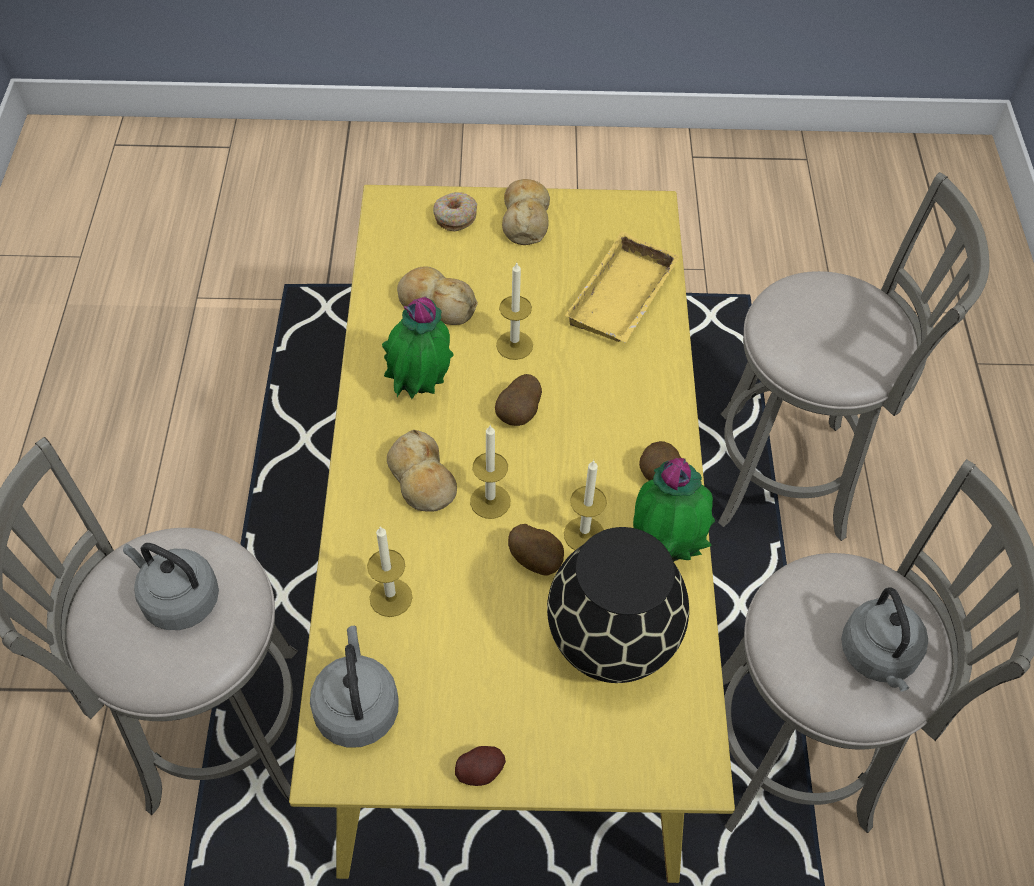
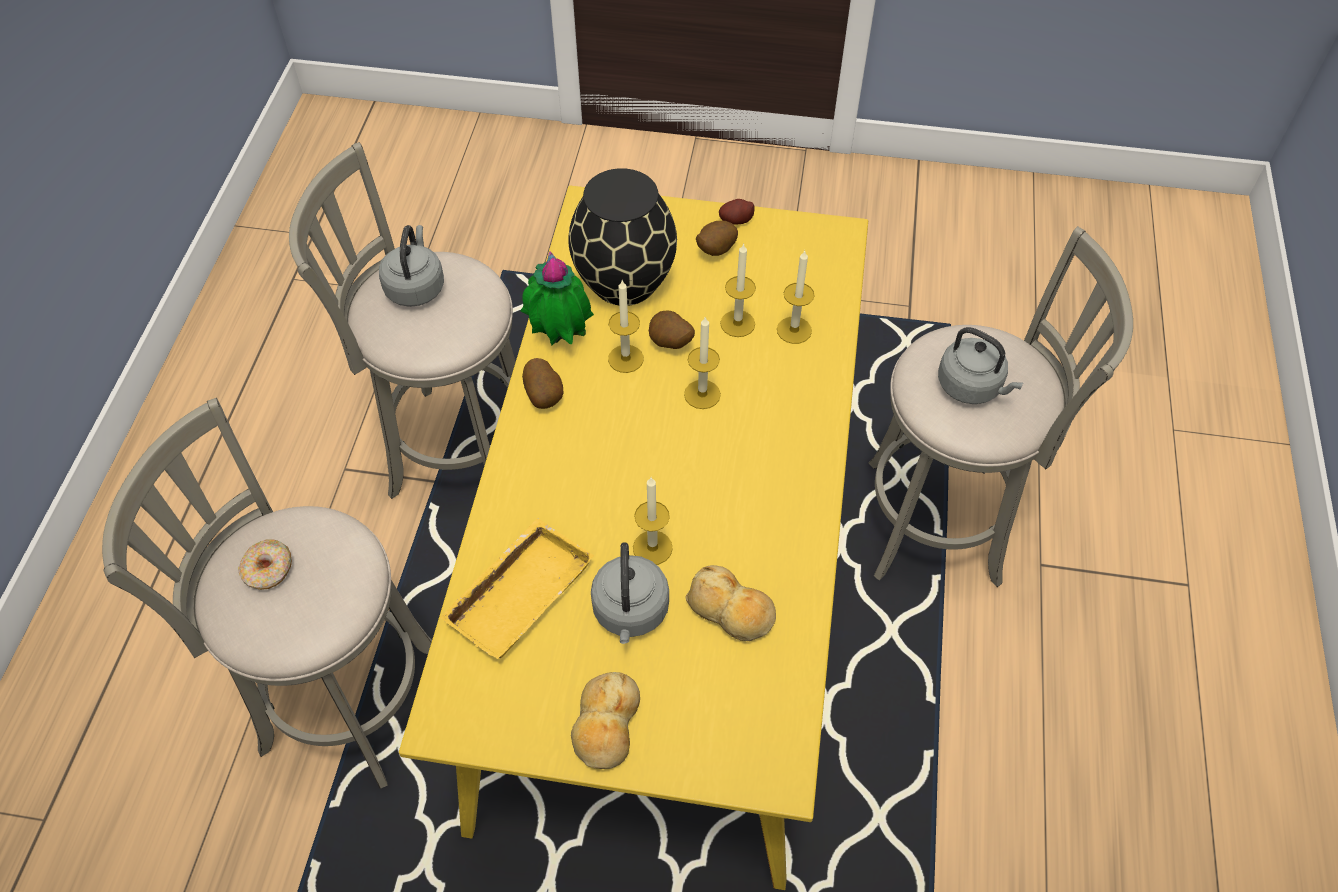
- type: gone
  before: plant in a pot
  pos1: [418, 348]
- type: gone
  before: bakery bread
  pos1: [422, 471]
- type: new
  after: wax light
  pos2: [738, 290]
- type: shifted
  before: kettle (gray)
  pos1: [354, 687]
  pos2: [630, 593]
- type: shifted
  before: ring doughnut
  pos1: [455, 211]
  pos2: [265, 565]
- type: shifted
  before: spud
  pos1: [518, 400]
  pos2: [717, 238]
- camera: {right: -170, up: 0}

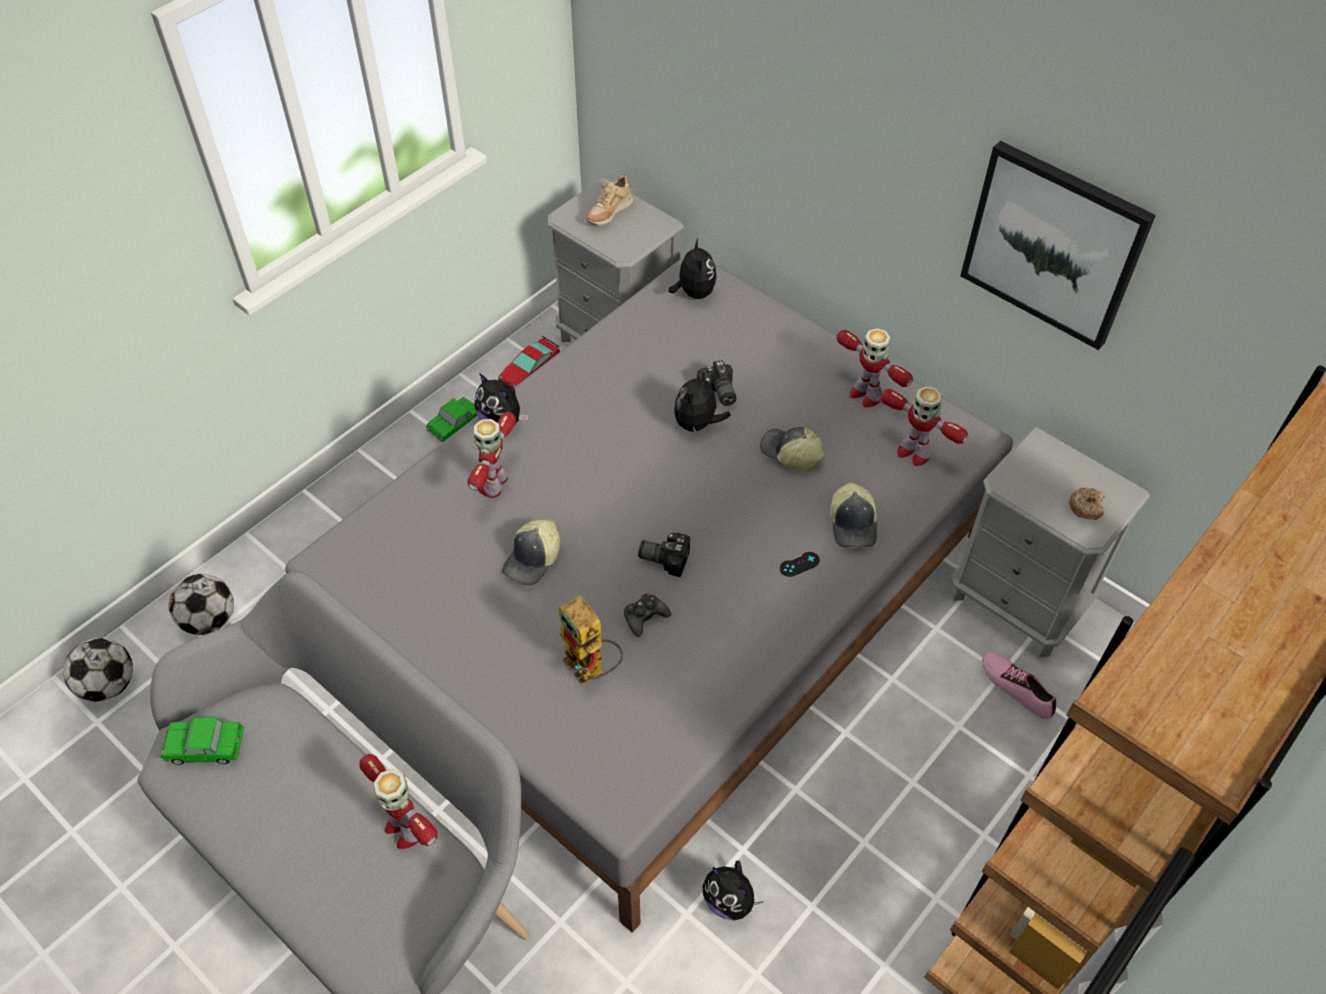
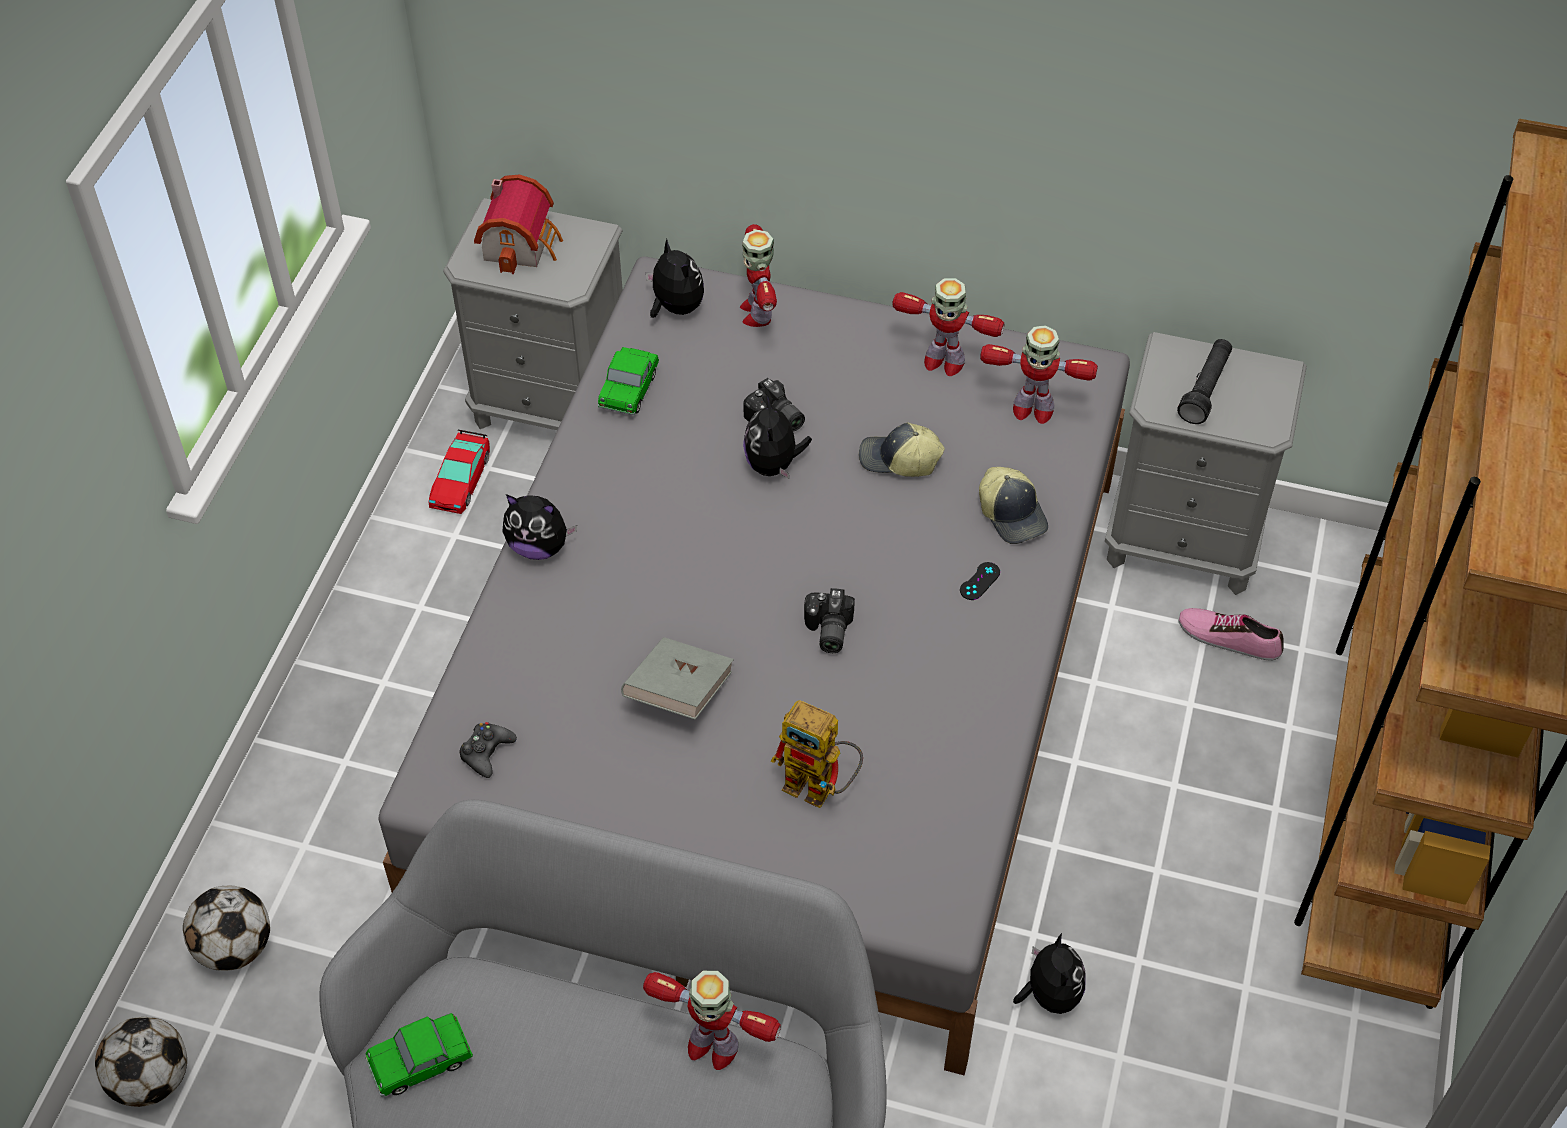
- type: gone
  before: wall picture
  pos1: [1058, 245]
- type: gone
  before: ring doughnut
  pos1: [1087, 504]
- type: new
  after: torch (black)
  pos2: [1204, 381]
- type: shifted
  before: toy car
  pos1: [452, 420]
  pos2: [628, 381]
- type: shifted
  before: toy robot
  pos1: [491, 455]
  pos2: [758, 275]
- type: shifted
  before: game controller (black)
  pos1: [647, 615]
  pos2: [488, 750]
- type: swapped
  before: cap
  after: bound book (gray)
  pos1: [531, 552]
  pos2: [677, 678]
- type: swapped
  before: item of footwear (beige)
  after: model house
  pos1: [610, 199]
  pos2: [518, 224]
- type: rotated
  before: still camera
  pos1: [664, 555]
  pos2: [829, 620]
  turn: -75
- type: rotated
  before: soft toy
  pos1: [733, 891]
  pos2: [1049, 973]
  turn: -105
- camera: {right: -25, up: 0}

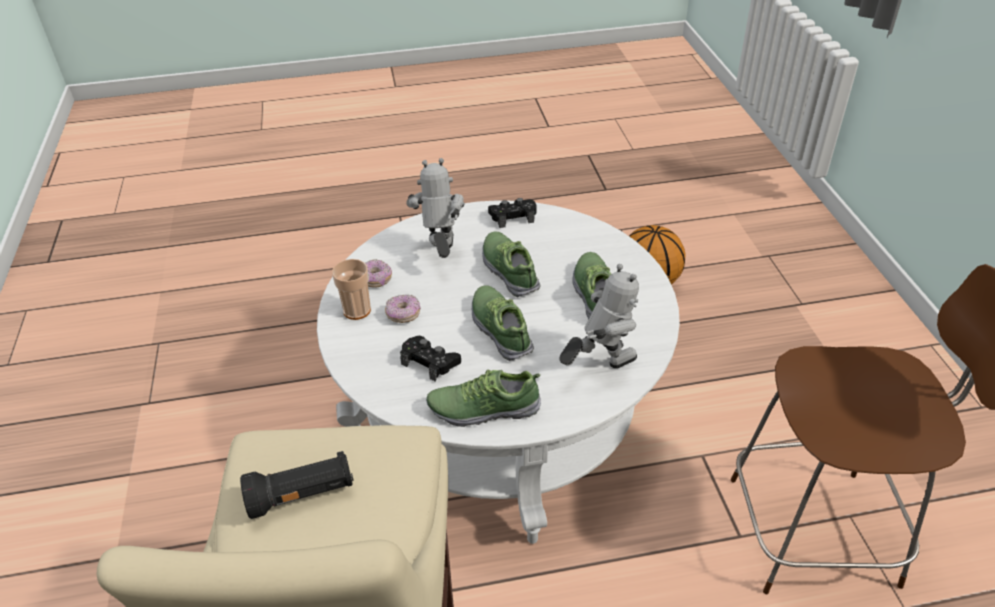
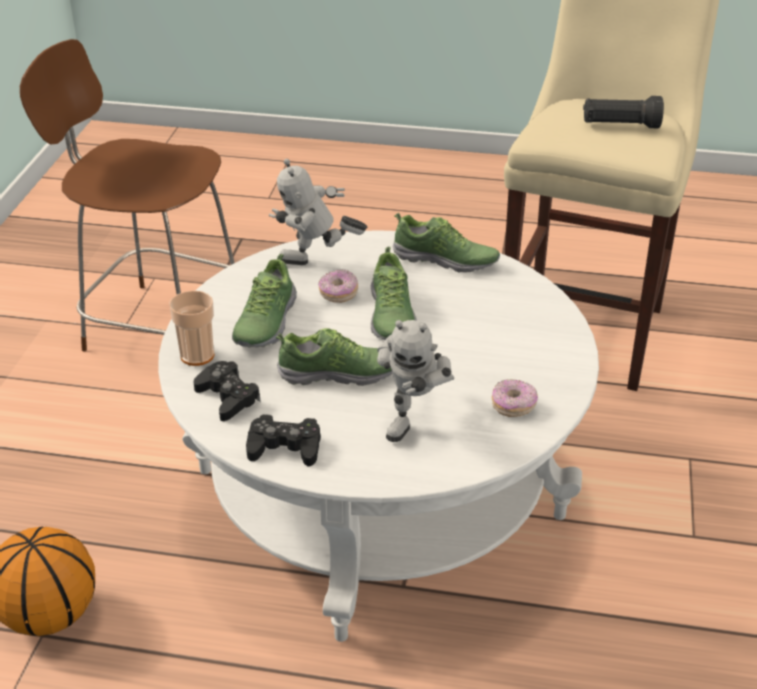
- type: shifted
  before: drinking cup
  pos1: [351, 289]
  pos2: [191, 328]
- type: shifted
  before: ring doughnut
  pos1: [403, 308]
  pos2: [338, 286]
- type: shifted
  before: game controller (black)
  pos1: [430, 359]
  pos2: [227, 391]
- type: rotated
  before: item of footwear
  pos1: [511, 264]
  pos2: [334, 357]
  turn: -90
- camera: {right: -160, up: -5}

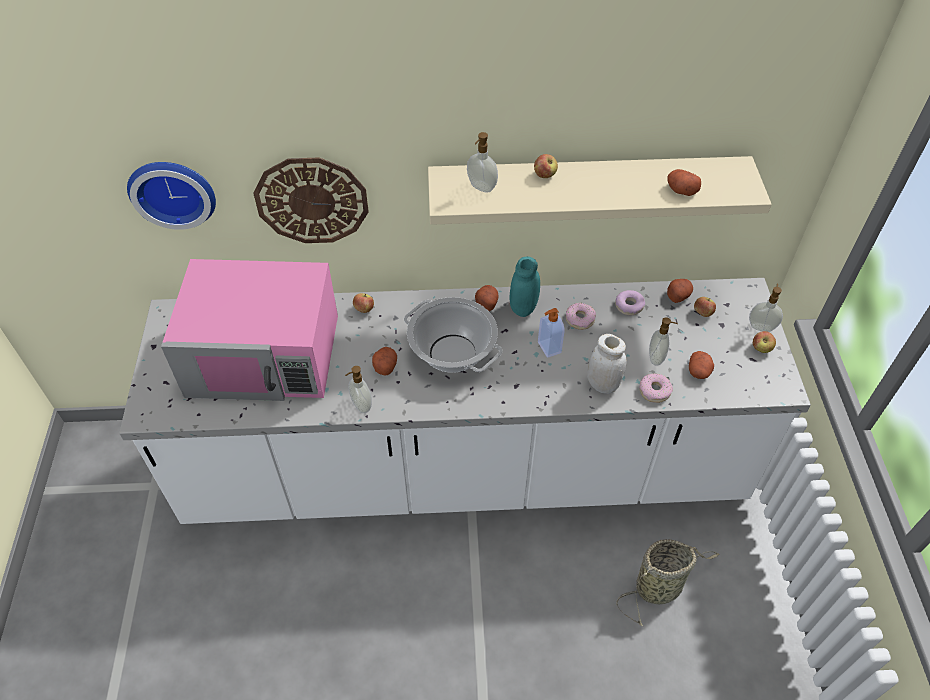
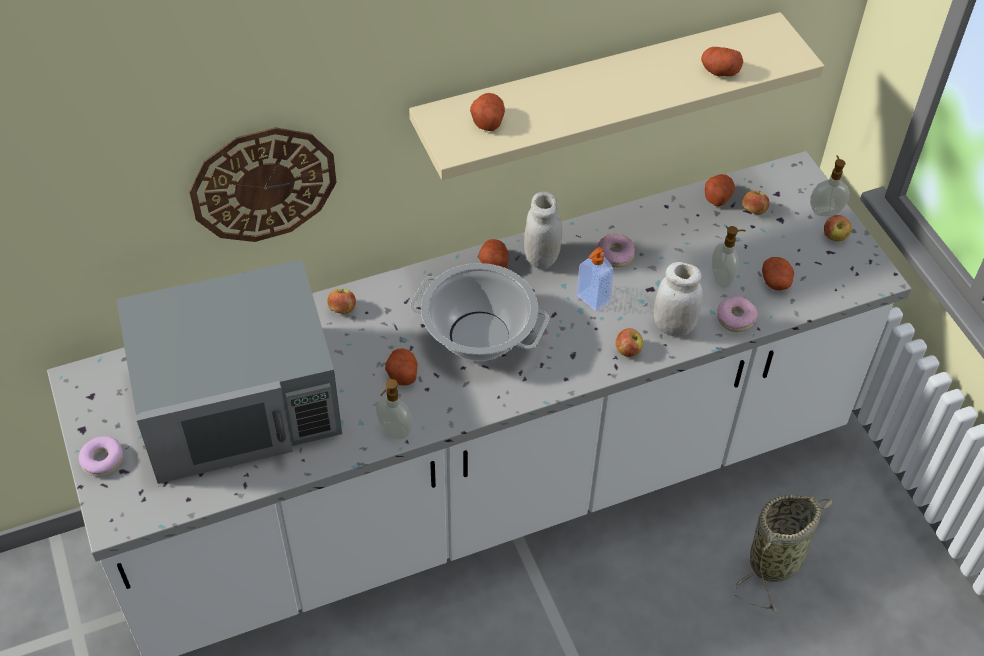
- type: gone
  before: clock on the wall
  pos1: [171, 196]
- type: shifted
  before: apple fruit
  pos1: [546, 166]
  pos2: [629, 342]
- type: shifted
  before: ring doughnut
  pos1: [630, 302]
  pos2: [101, 456]
- type: swapped
  before: liquid soap bottle
  after: spud
  pos1: [482, 162]
  pos2: [487, 112]
- type: repainted
  before: microwave oven (pink-coloured)
  after: microwave oven (gray)
  pos1: [249, 330]
  pos2: [229, 372]
- type: repainted
  before: preserve jar (turquoise)
  after: preserve jar (white)
  pos1: [525, 287]
  pos2: [543, 230]
- camera: {right: -20, up: 0}

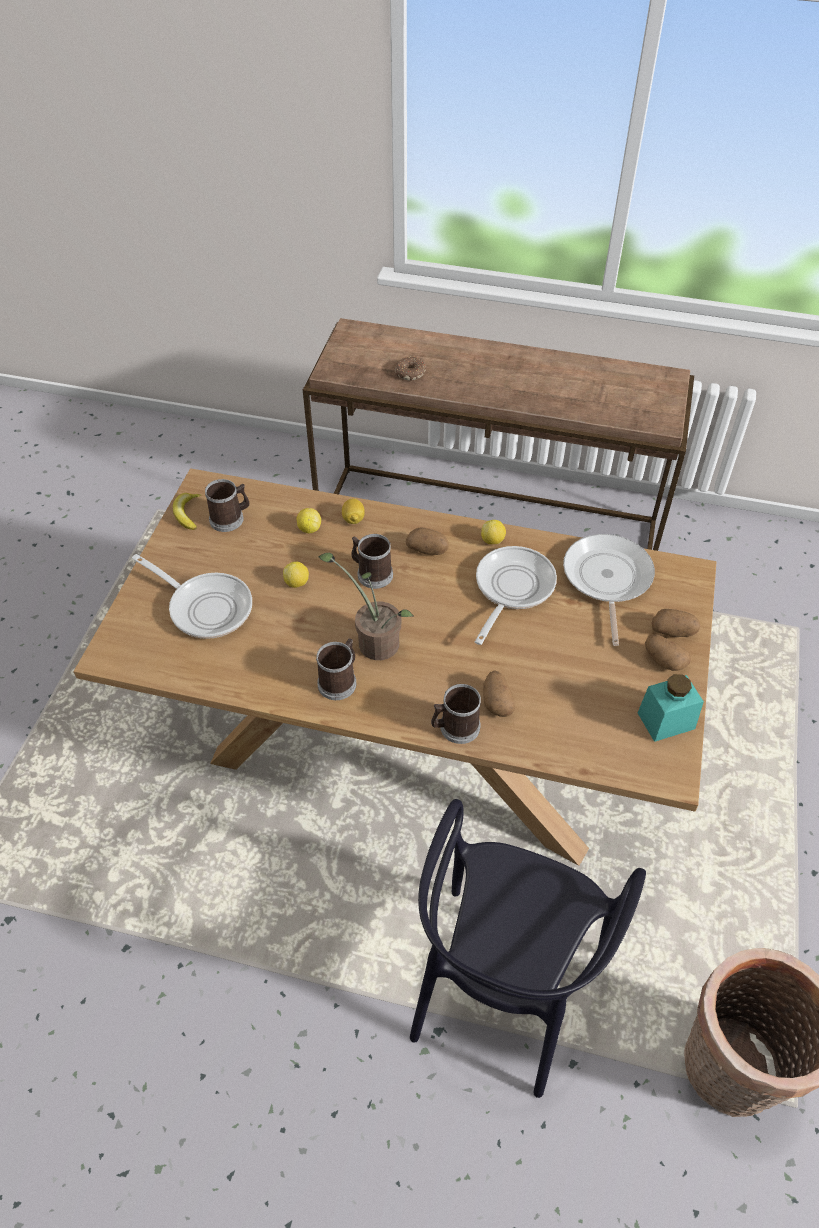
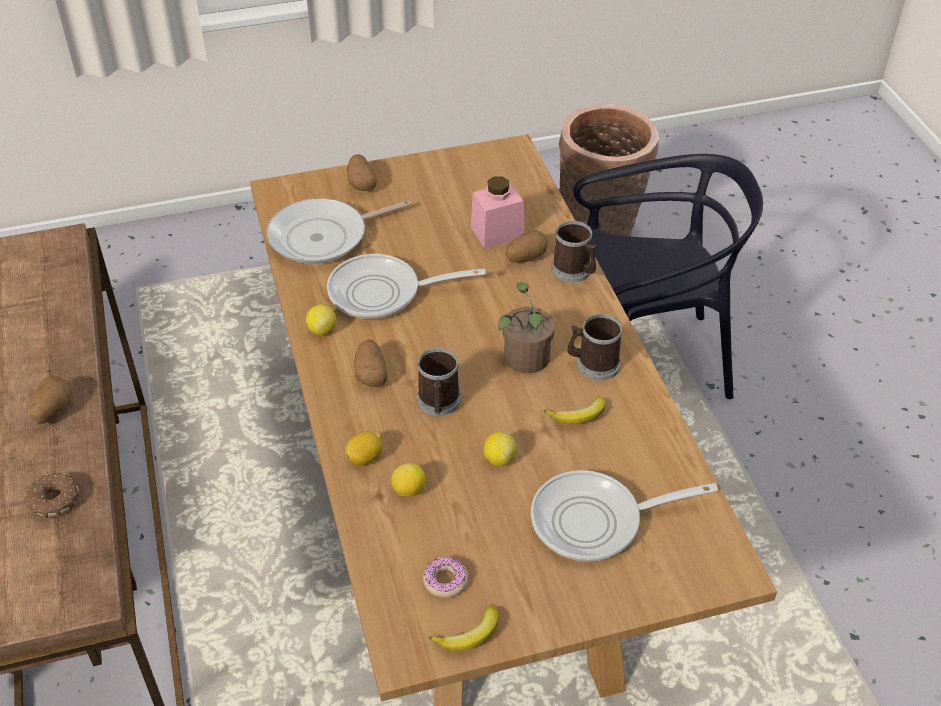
- type: gone
  before: preserve jar (turquoise)
  pos1: [671, 708]
- type: new
  after: preserve jar (pink-coloured)
  pos2: [497, 212]
- type: new
  after: whole banana
  pos2: [575, 410]
- type: shifted
  before: spud
  pos1: [668, 653]
  pos2: [50, 400]
- type: swapped
  before: tea mug
  after: ring doughnut
  pos1: [227, 505]
  pos2: [445, 577]
- type: rotated
  before: pan
  pos1: [192, 596]
  pos2: [624, 516]
  turn: -105
- camera: {right: -120, up: -5}

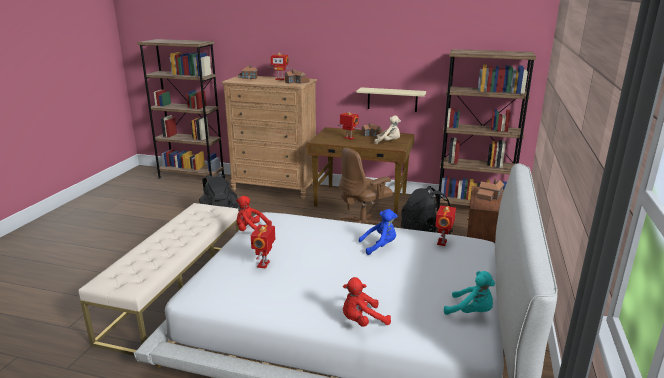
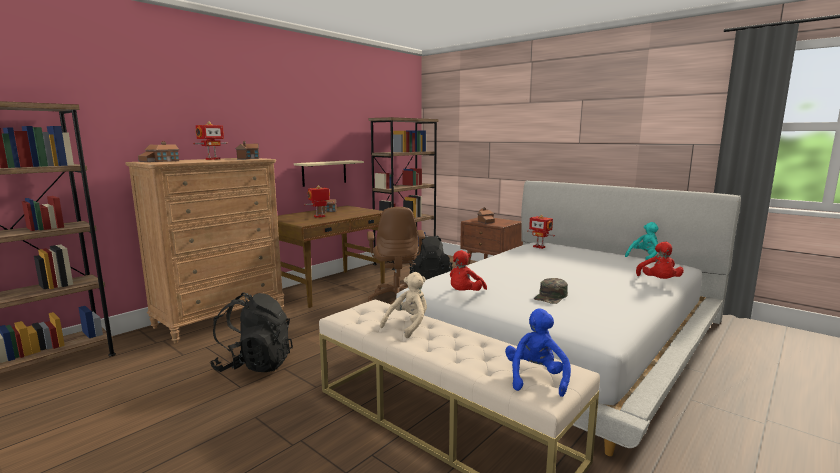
- type: shifted
  before: soft toy (bluish)
  pos1: [378, 232]
  pos2: [538, 352]
- type: shifted
  before: soft toy (beige)
  pos1: [387, 129]
  pos2: [403, 305]
- type: swapped
  before: toy robot
  after: cap (greenish)
  pos1: [263, 246]
  pos2: [551, 291]
- camera: {right: -65, up: -10}

